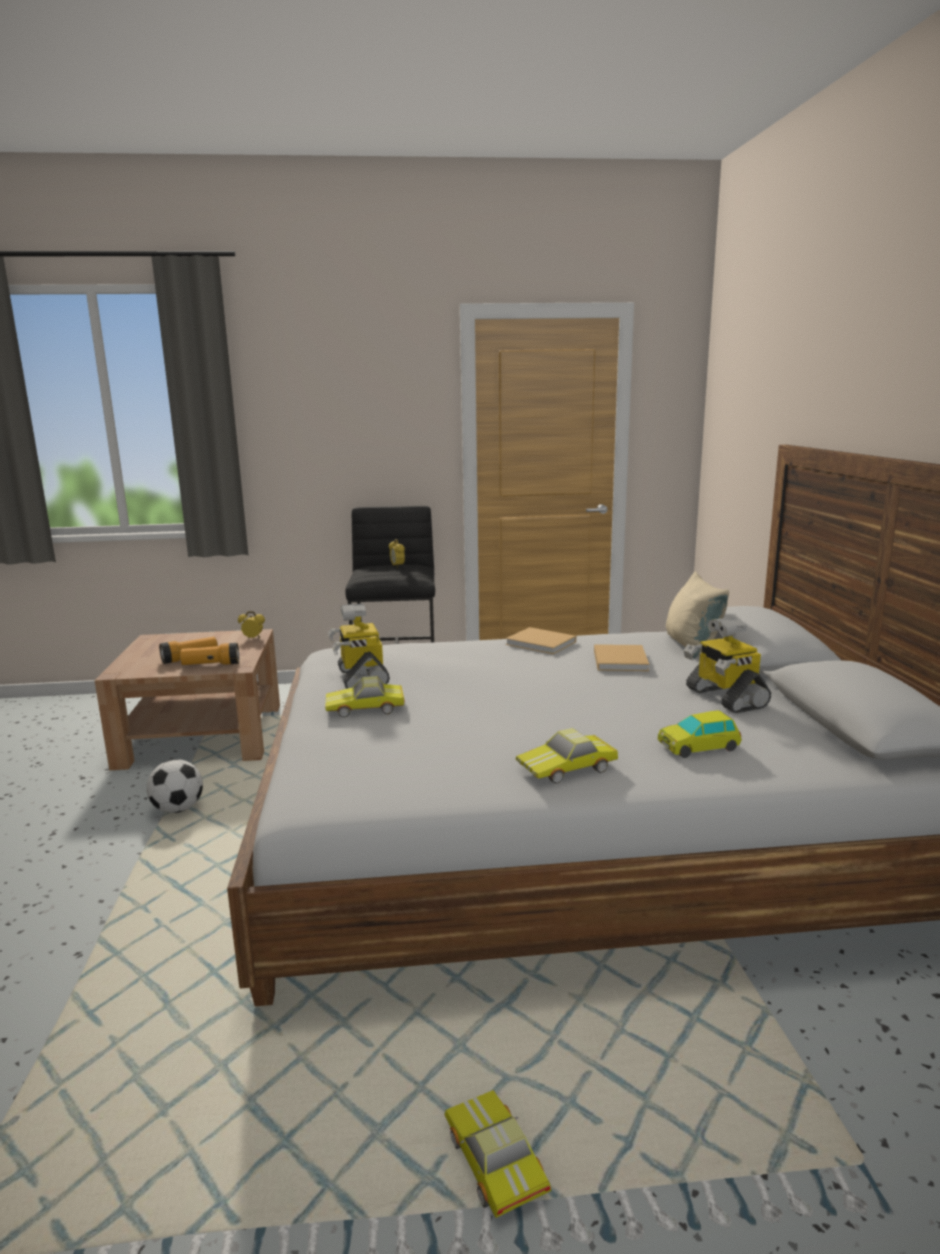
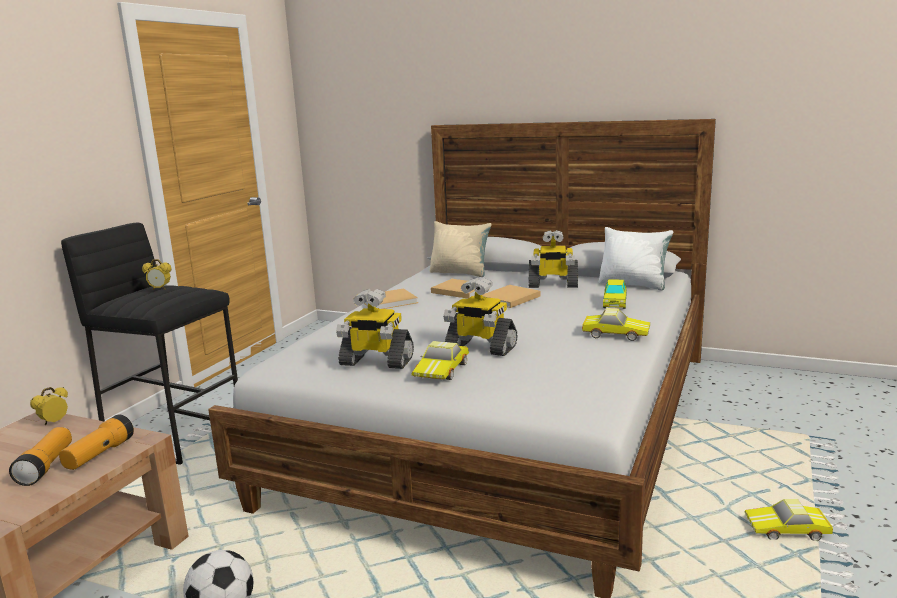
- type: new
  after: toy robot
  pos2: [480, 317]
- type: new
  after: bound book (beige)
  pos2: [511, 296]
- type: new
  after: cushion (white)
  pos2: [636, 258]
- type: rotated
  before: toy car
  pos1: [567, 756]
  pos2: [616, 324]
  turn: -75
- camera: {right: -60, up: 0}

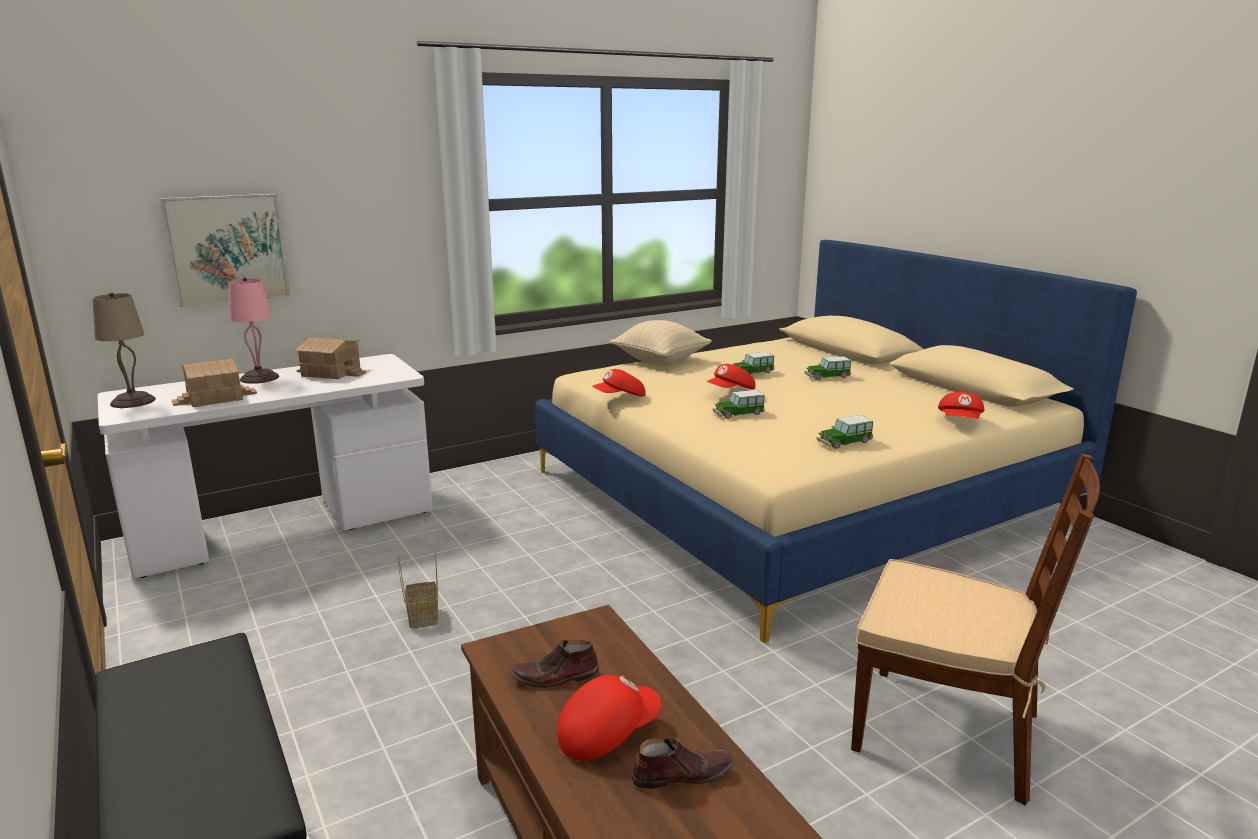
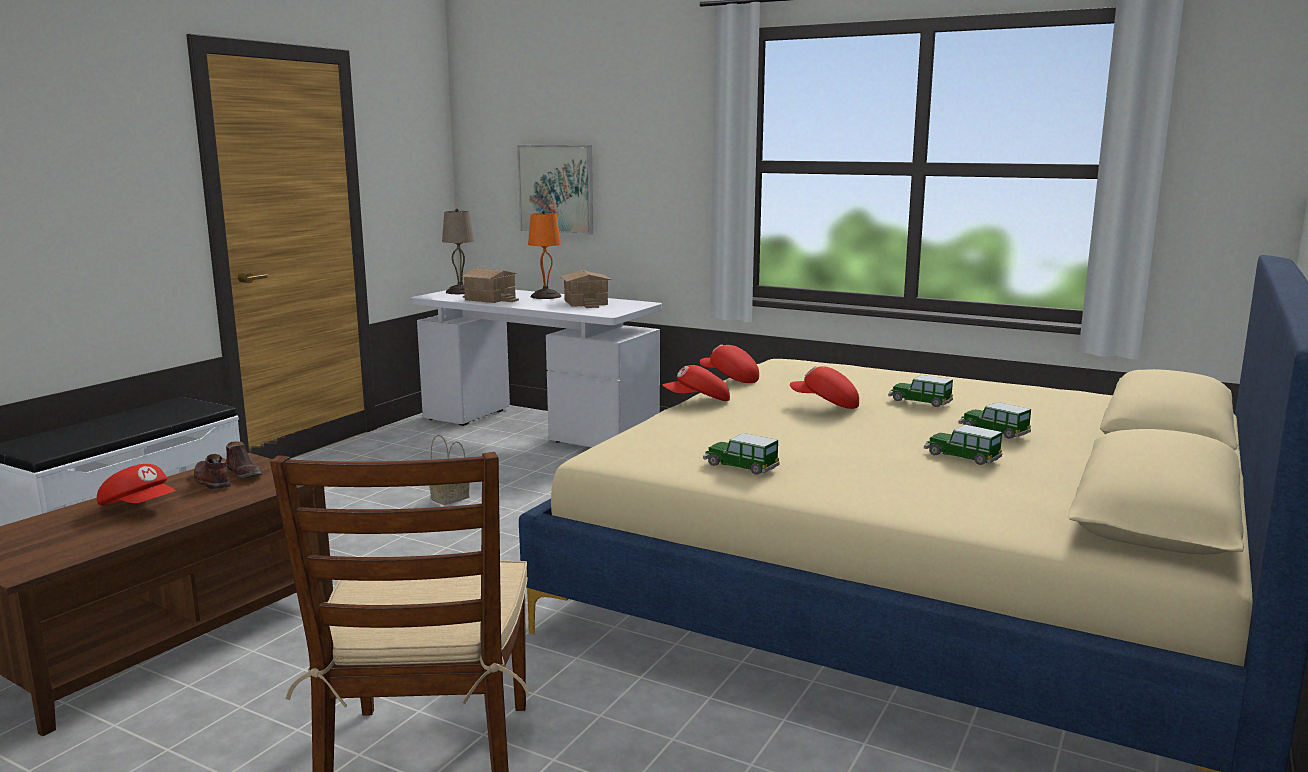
- type: gone
  before: cushion (beige)
  pos1: [661, 343]
- type: shifted
  before: item of footwear (brown)
  pos1: [682, 763]
  pos2: [244, 459]
- type: shifted
  before: toy car
  pos1: [739, 404]
  pos2: [963, 445]
- type: shifted
  before: cap (reddish)
  pos1: [961, 405]
  pos2: [696, 383]
- type: repainted
  before: tabletop lamp (pink-coloured)
  after: tabletop lamp (orange)
  pos1: [253, 330]
  pos2: [544, 255]
- camera: {right: 60, up: -5}

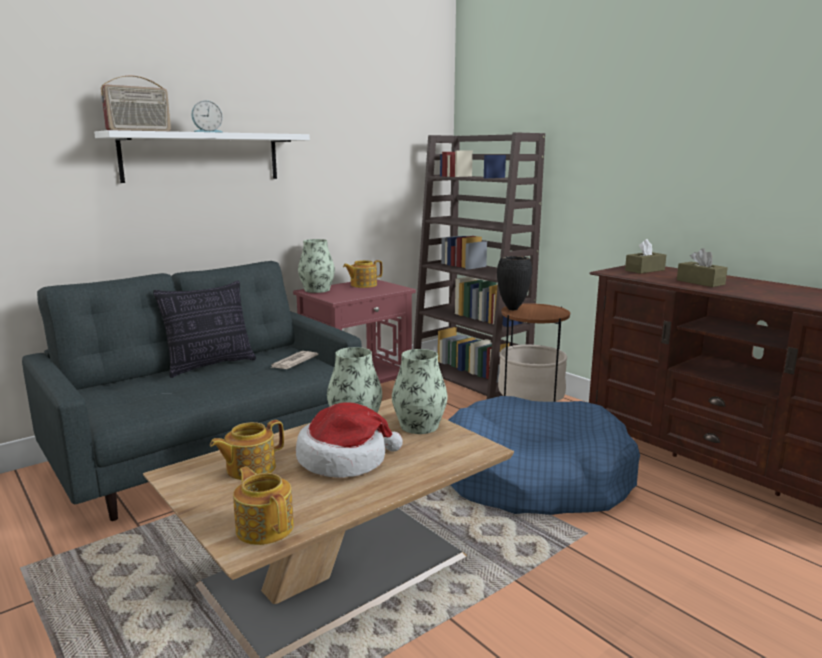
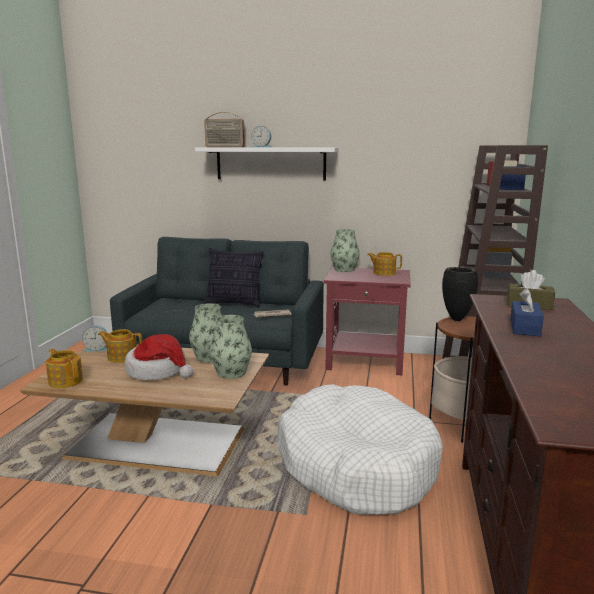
- type: new
  after: table clock
  pos2: [94, 338]
- type: repainted
  before: pet bed (bluish)
  after: pet bed (white)
  pos1: [544, 455]
  pos2: [360, 449]
- type: repainted
  before: box of tissues (brown)
  after: box of tissues (bluish)
  pos1: [702, 267]
  pos2: [527, 312]
- type: rotated
  before: tea pot
  pos1: [263, 505]
  pos2: [64, 368]
  turn: -60
- camera: {right: 50, up: 0}

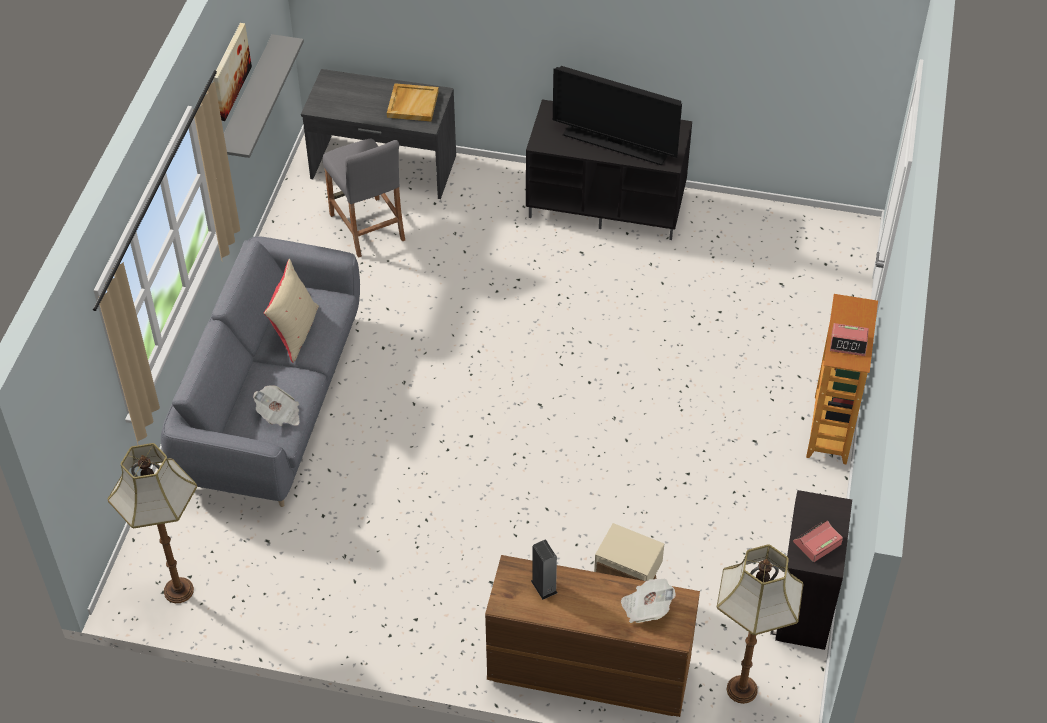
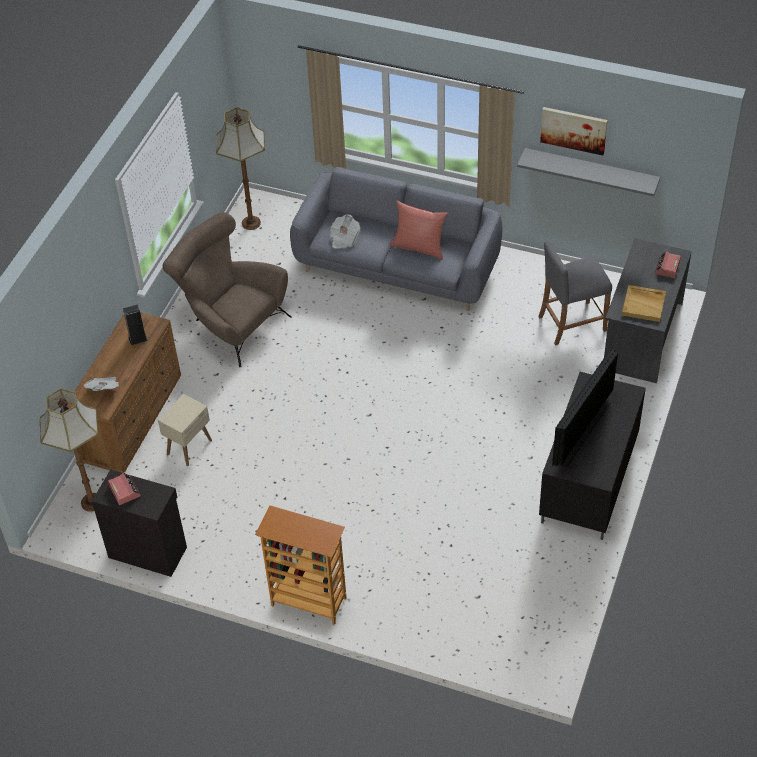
- type: new
  after: lounge chair (brown)
  pos2: [227, 289]
- type: shifted
  before: table clock
  pos1: [849, 339]
  pos2: [668, 264]
- type: repainted
  before: cushion (beige)
  after: cushion (reddish)
  pos1: [291, 311]
  pos2: [419, 230]
- camera: {right: 100, up: 0}

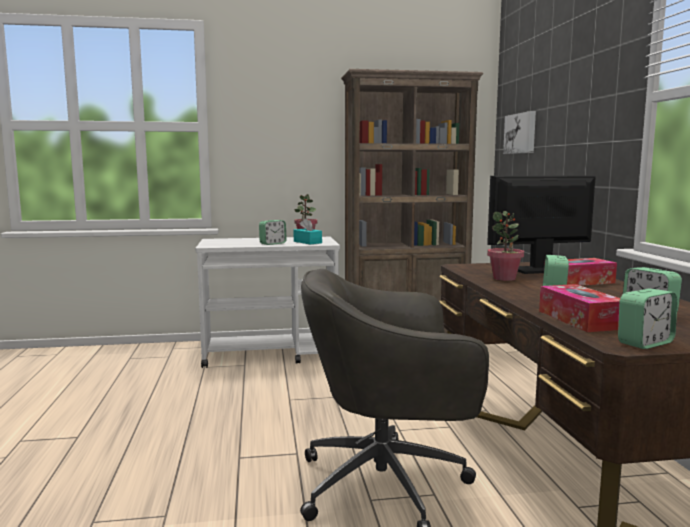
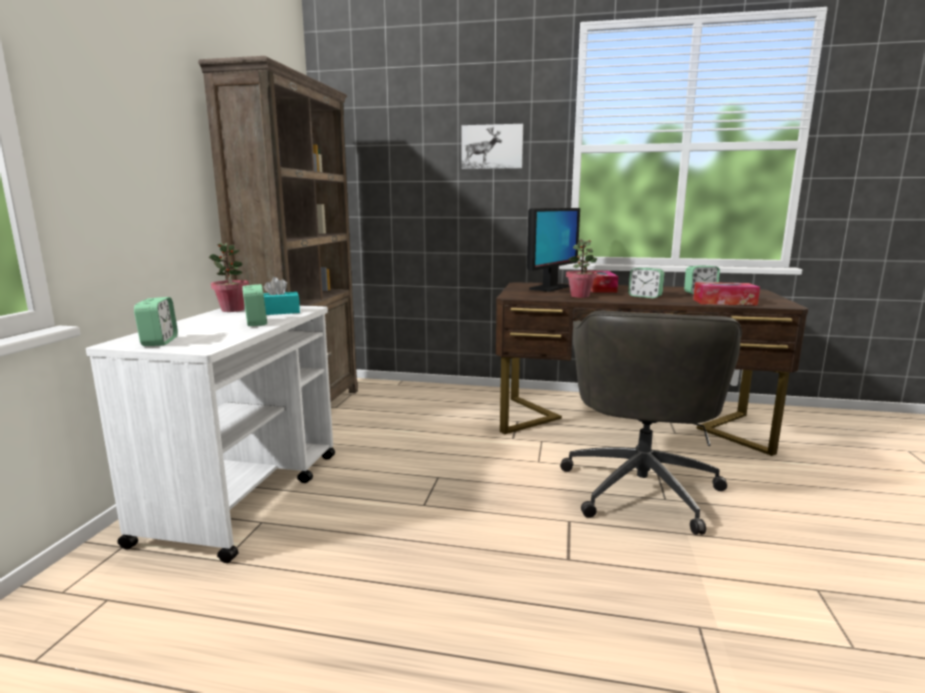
- type: shifted
  before: wall picture
  pos1: [519, 132]
  pos2: [492, 146]
- type: shifted
  before: table clock
  pos1: [648, 318]
  pos2: [156, 321]
- type: rotated
  before: computer screen
  pos1: [541, 224]
  pos2: [553, 250]
  turn: -150
- camera: {right: -70, up: 5}

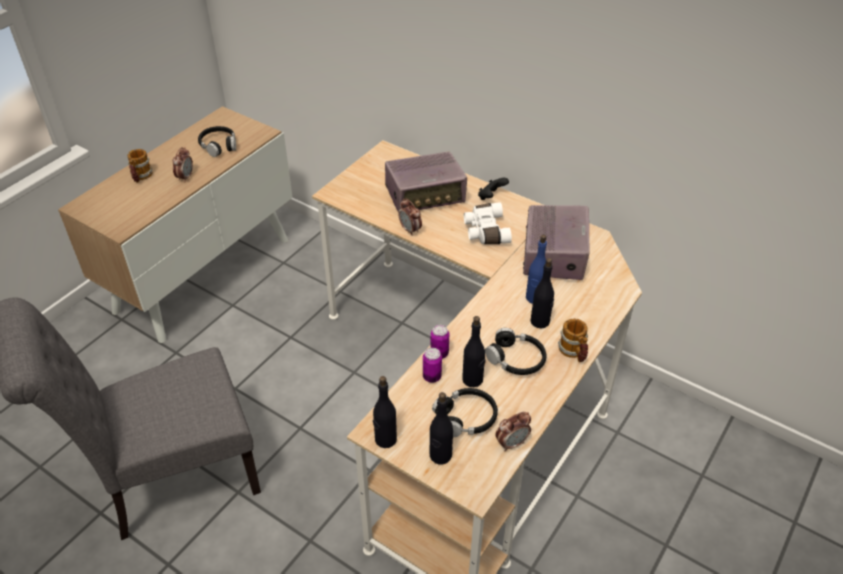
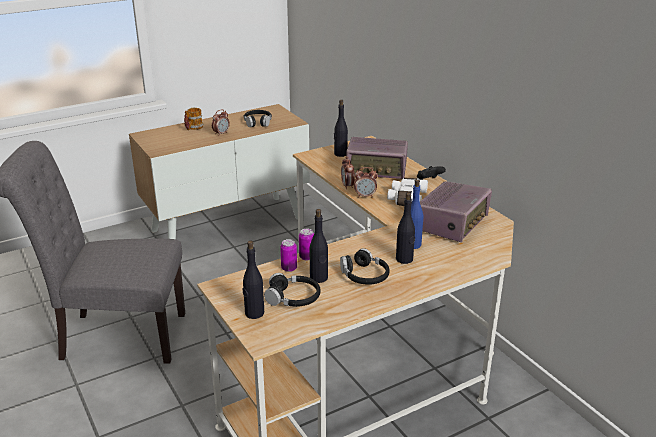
- type: gone
  before: tea mug
  pos1: [573, 340]
- type: shifted
  before: bottle (black)
  pos1: [385, 412]
  pos2: [341, 128]
- type: shifted
  before: table clock
  pos1: [513, 432]
  pos2: [366, 182]
- camera: {right: 25, up: -15}

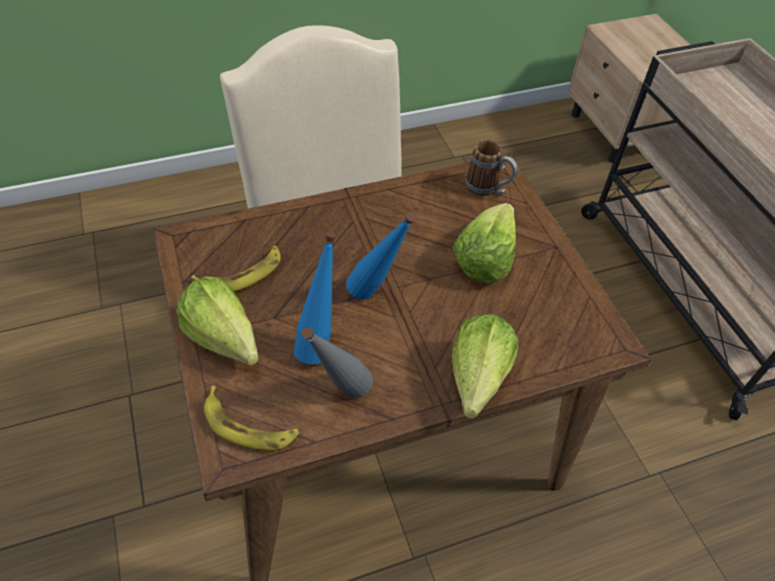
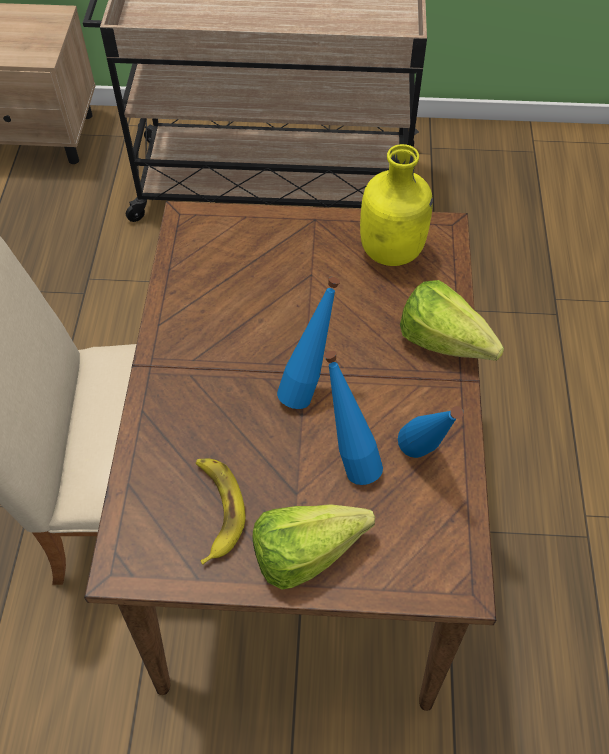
- type: gone
  before: whole banana
  pos1: [251, 418]
- type: gone
  before: lettuce
  pos1: [484, 243]
- type: gone
  before: tea mug
  pos1: [491, 167]
- type: new
  after: bottle (yellowish)
  pos2: [396, 205]
- type: repainted
  before: bottle (gray)
  after: bottle (bluish)
  pos1: [337, 362]
  pos2: [431, 432]
- camera: {right: -65, up: 5}

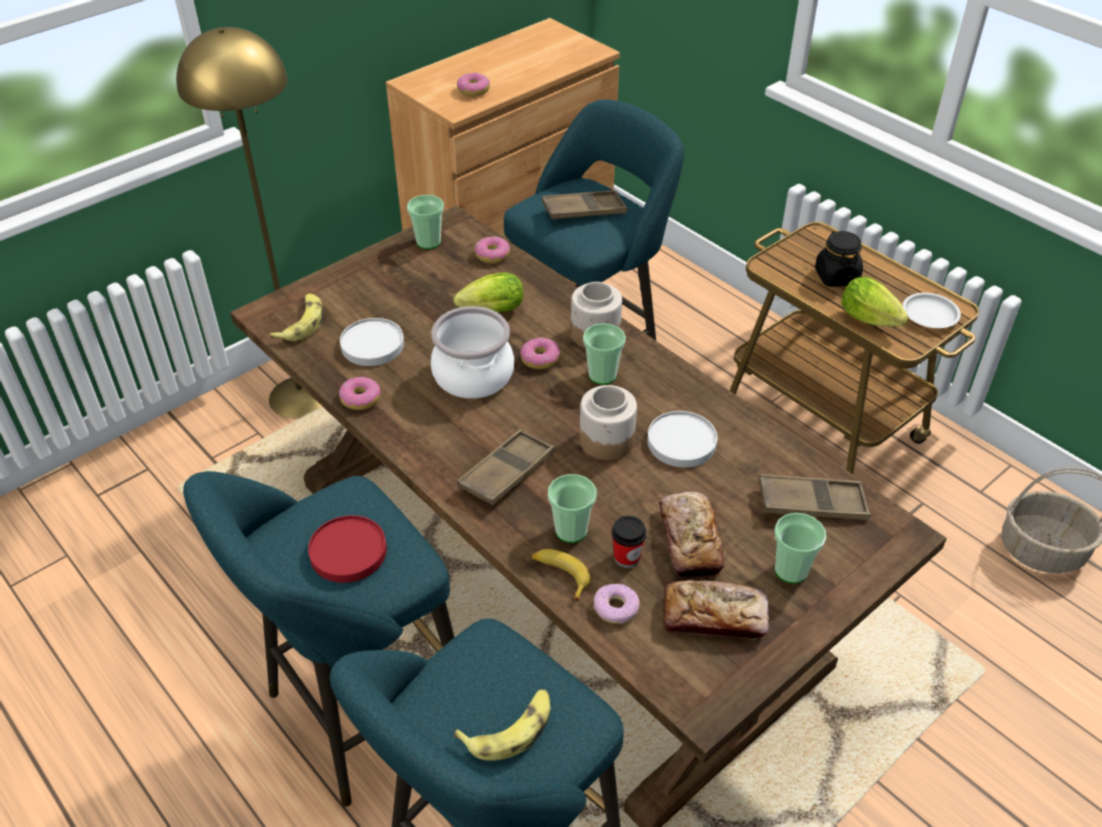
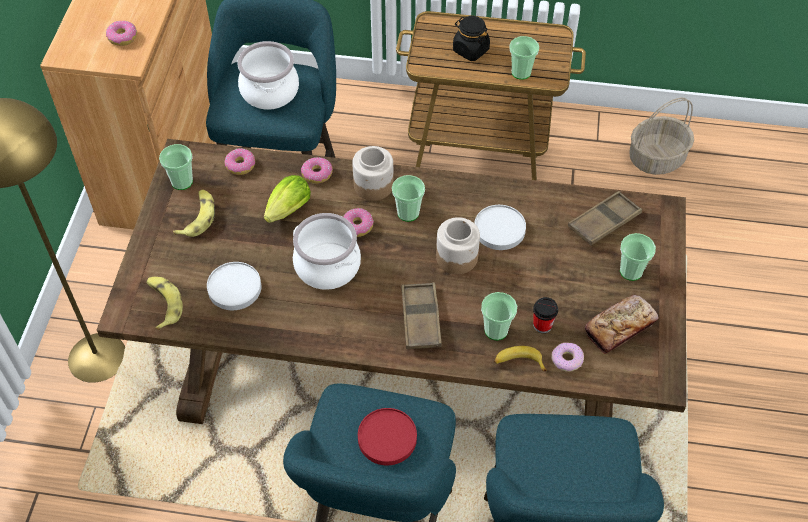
- type: gone
  before: bakery bread
  pos1: [692, 535]
- type: gone
  before: flat dish (white)
  pos1: [931, 310]
- type: shifted
  before: ring doughnut
  pos1: [360, 393]
  pos2: [317, 170]
- type: shifted
  before: whole banana
  pos1: [502, 725]
  pos2: [194, 213]
- type: swapped
  before: tray (brown)
  after: saucepot
  pos1: [584, 205]
  pos2: [268, 75]
- type: swapped
  before: lettuce
  after: drinking cup
  pos1: [875, 302]
  pos2: [524, 58]
- camera: {right: -40, up: 10}

